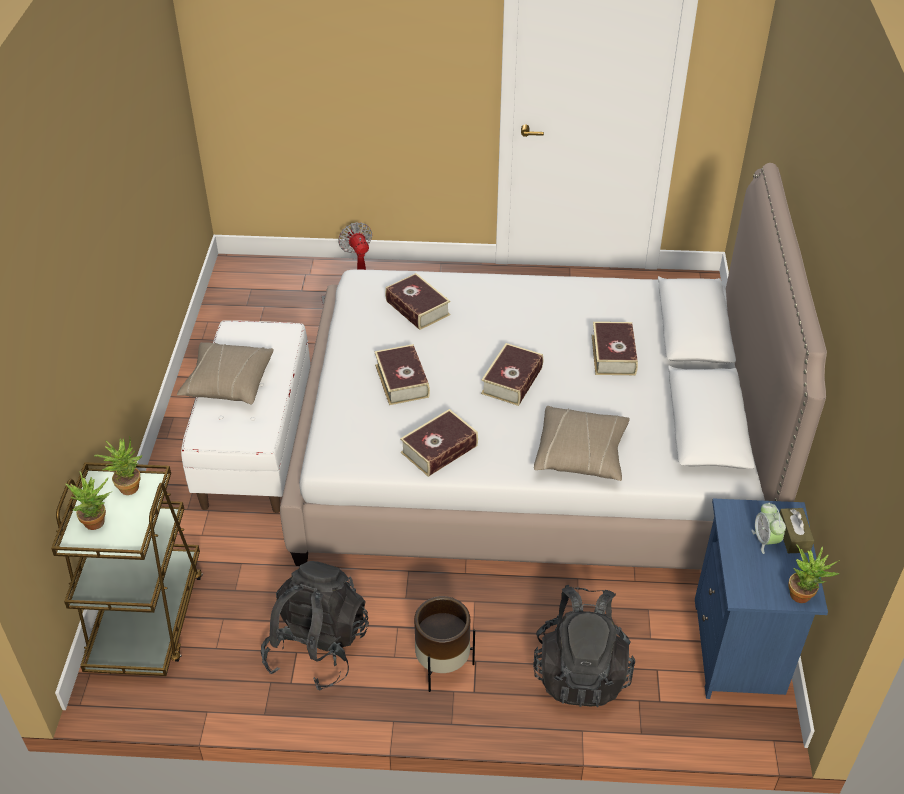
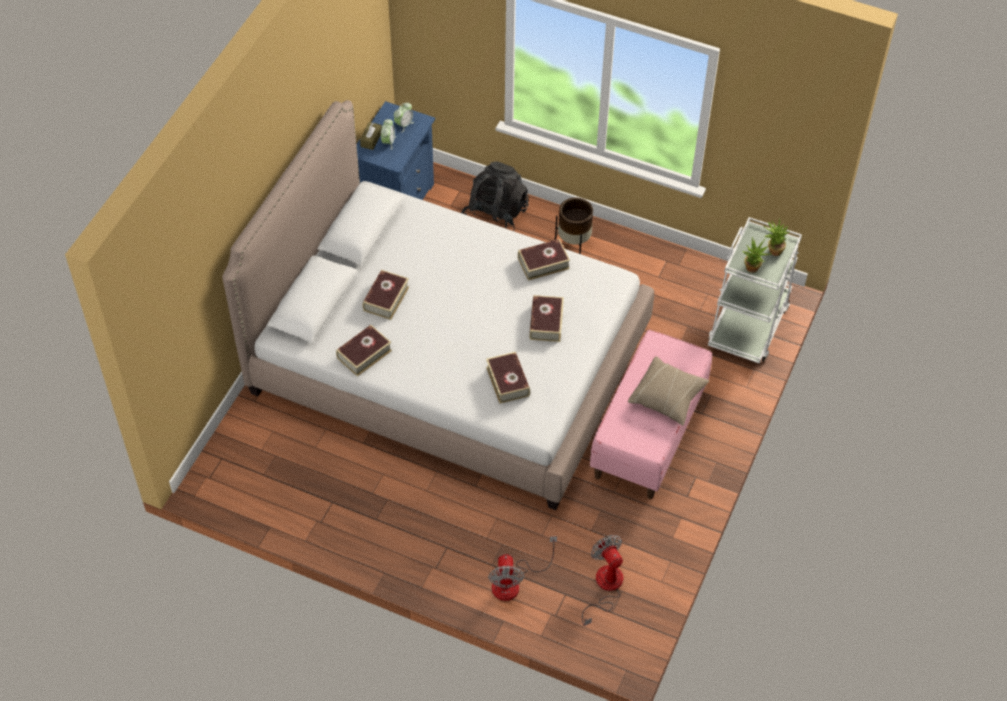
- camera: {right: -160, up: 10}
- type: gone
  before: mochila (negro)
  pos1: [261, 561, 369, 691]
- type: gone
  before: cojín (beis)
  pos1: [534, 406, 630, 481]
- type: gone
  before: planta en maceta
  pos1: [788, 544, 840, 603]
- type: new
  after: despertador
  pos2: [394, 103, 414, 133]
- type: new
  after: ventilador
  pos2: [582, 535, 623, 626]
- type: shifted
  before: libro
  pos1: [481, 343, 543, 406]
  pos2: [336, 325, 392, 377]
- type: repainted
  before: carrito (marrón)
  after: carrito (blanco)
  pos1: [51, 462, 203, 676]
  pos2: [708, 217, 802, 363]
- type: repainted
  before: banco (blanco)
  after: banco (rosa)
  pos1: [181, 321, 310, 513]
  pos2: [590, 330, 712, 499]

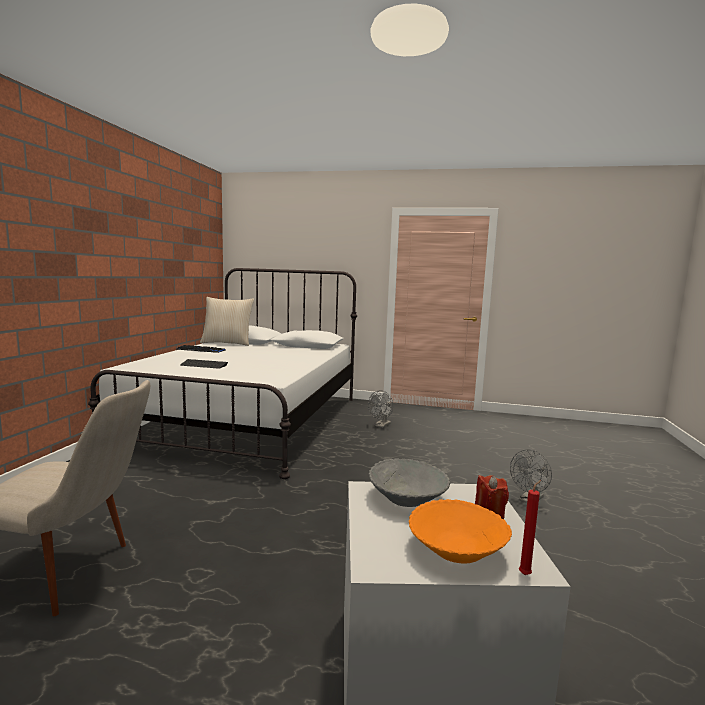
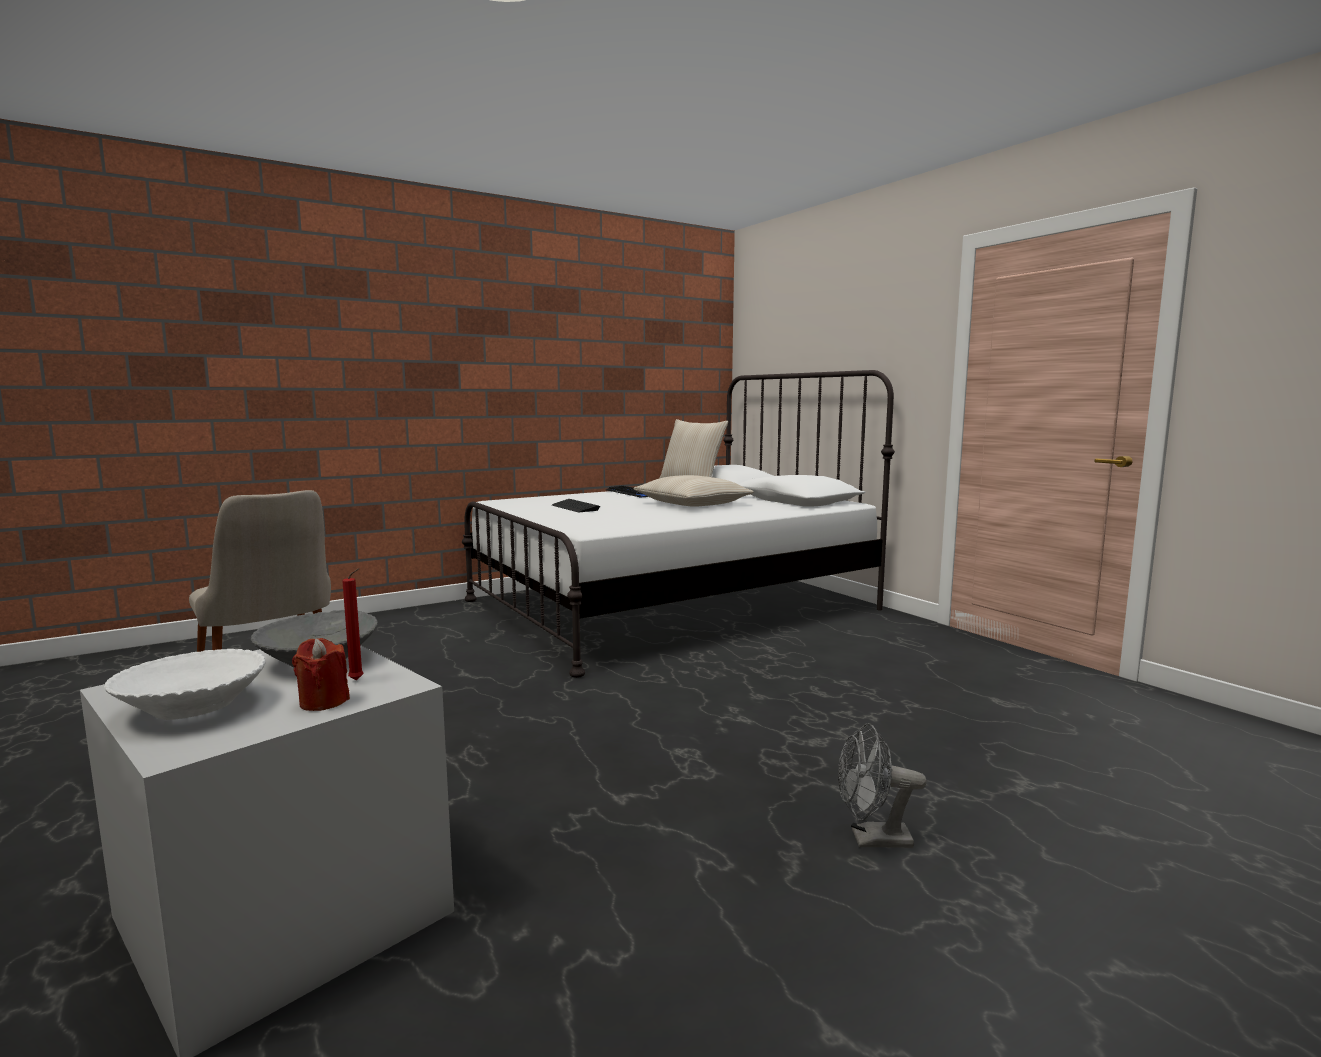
- camera: {right: 45, up: 0}
- type: gone
  before: ventilador (gris)
  pos1: [368, 390, 393, 428]
- type: new
  after: cojín (beis)
  pos2: [633, 475, 754, 507]
- type: shifted
  before: vela (rojo)
  pos1: [519, 480, 541, 575]
  pos2: [342, 568, 364, 680]
- type: repainted
  before: cuenco (naranja)
  after: cuenco (blanco)
  pos1: [409, 499, 512, 564]
  pos2: [104, 649, 266, 720]

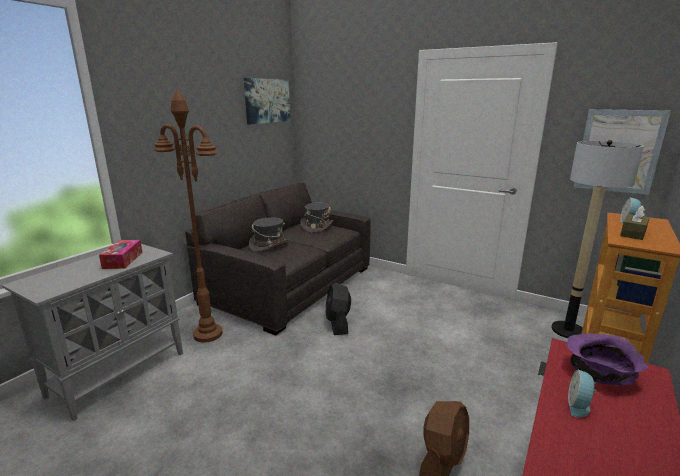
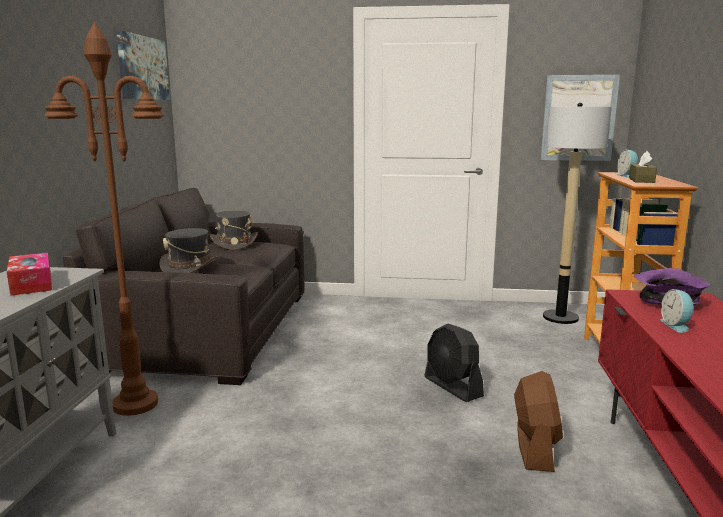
- camera: {right: -25, up: -5}
- type: shifted
  before: ventilador (negro)
  pos1: [326, 283, 351, 335]
  pos2: [424, 324, 484, 402]

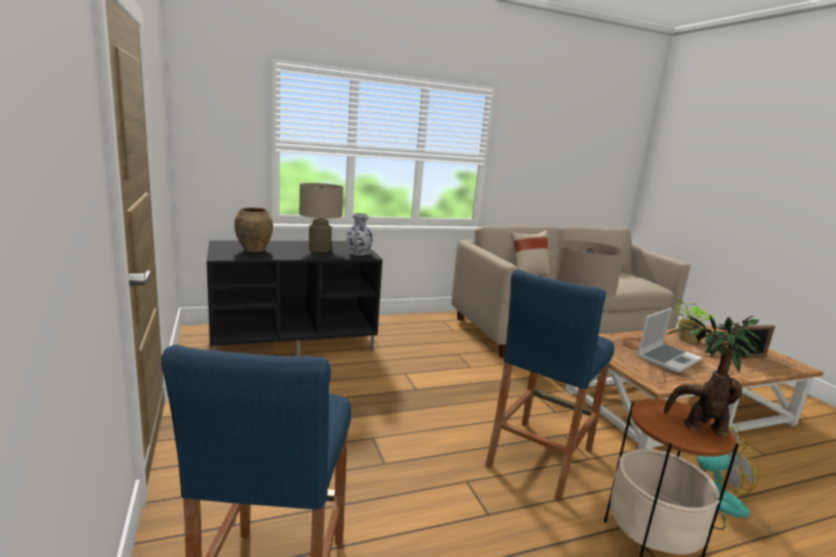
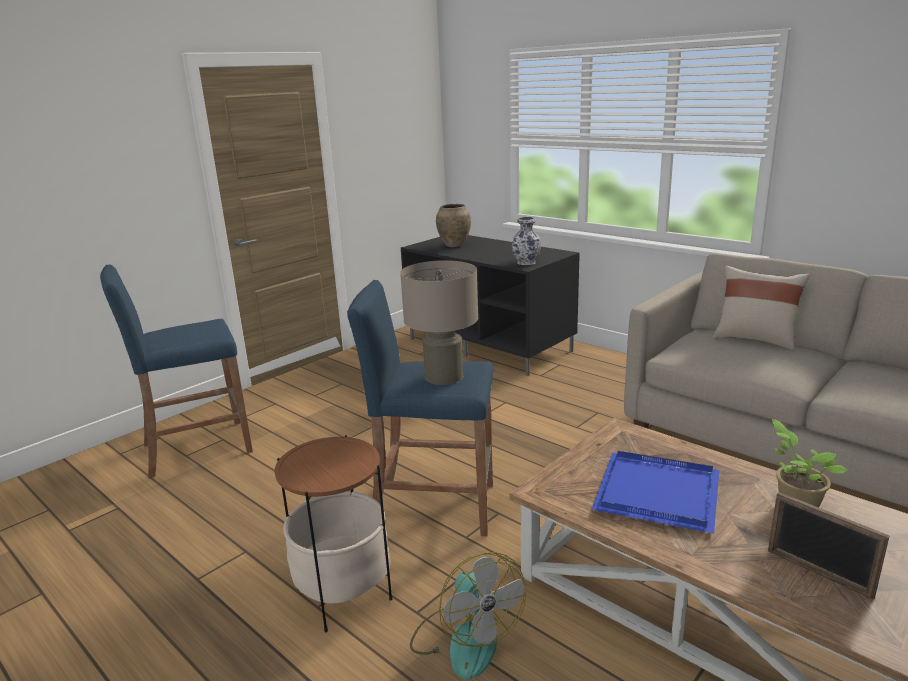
- camera: {right: 65, up: 5}
- type: gone
  before: lámpara de mesa (beis)
  pos1: [299, 183, 344, 252]
- type: gone
  before: planta en maceta
  pos1: [664, 315, 761, 437]
- type: swapped
  before: portátil
  after: bandeja (azul)
  pos1: [637, 308, 702, 373]
  pos2: [592, 451, 720, 534]

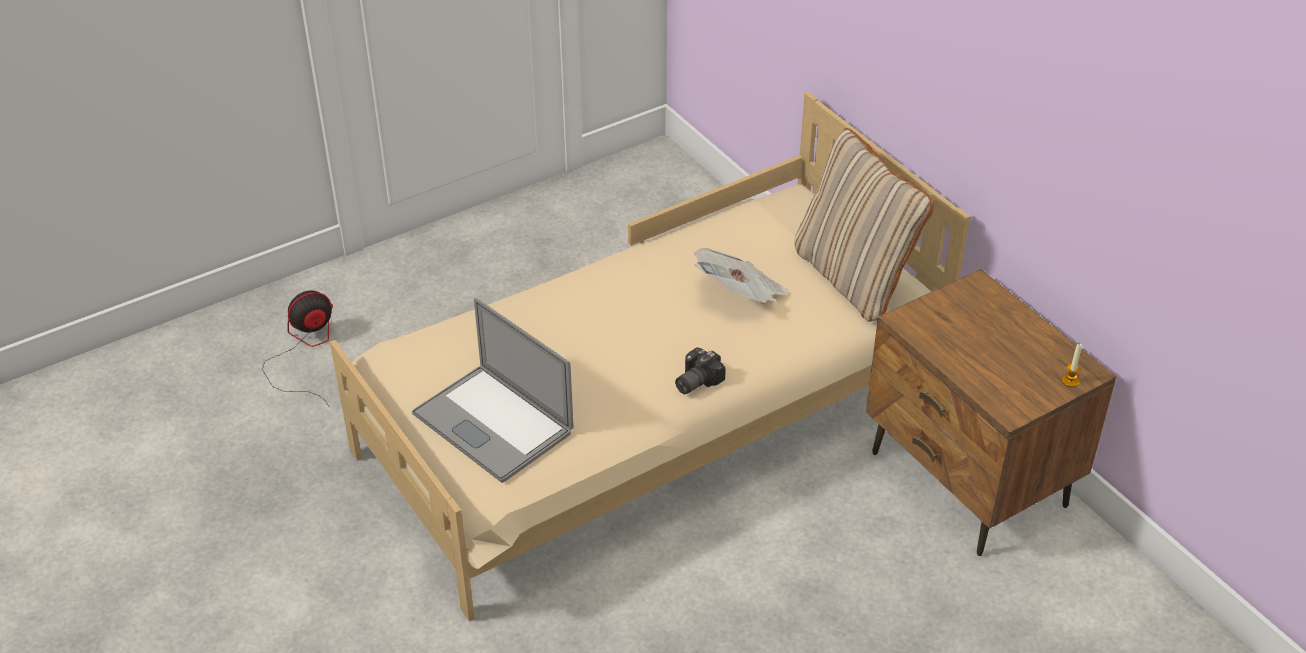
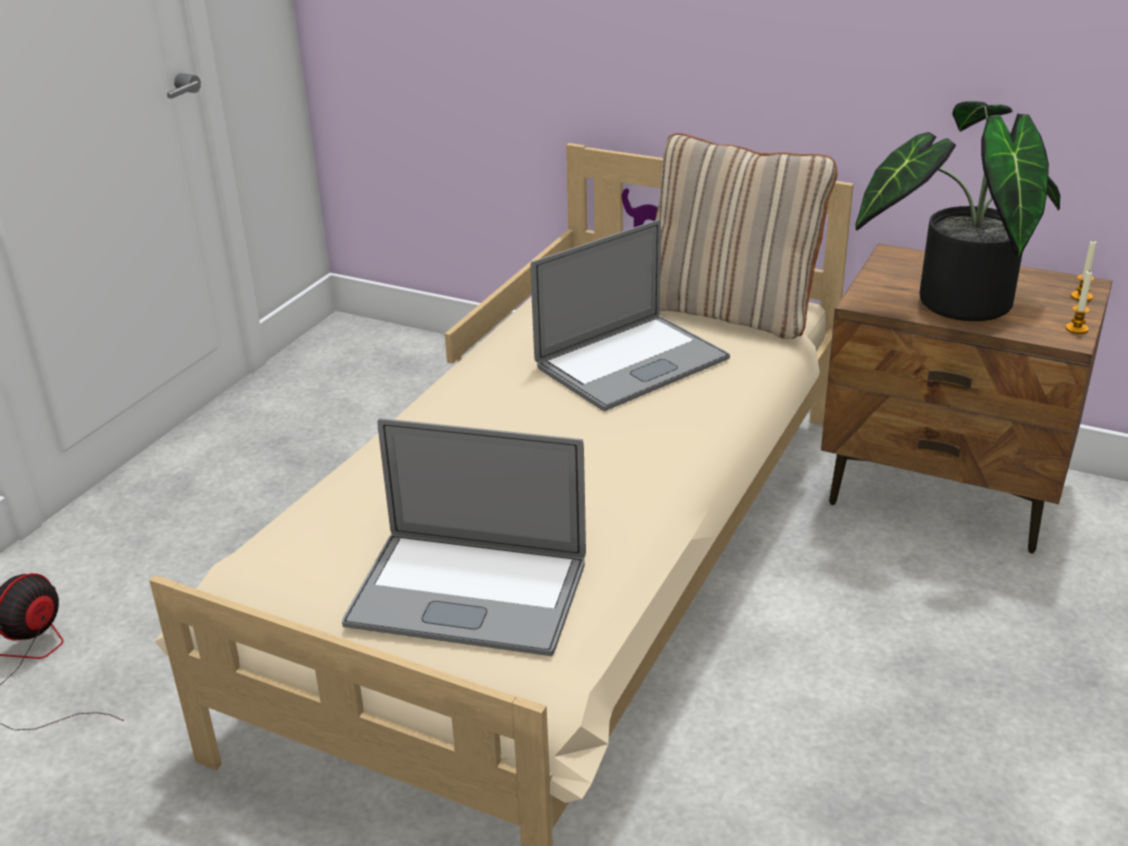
- camera: {right: -30, up: -10}
- type: gone
  before: cámara
  pos1: [675, 348, 726, 394]
- type: new
  after: planta en maceta
  pos2: [855, 101, 1060, 321]
- type: new
  after: vela
  pos2: [1065, 270, 1092, 334]
- type: swapped
  before: periódico
  after: portátil
  pos1: [694, 248, 789, 304]
  pos2: [530, 219, 730, 411]

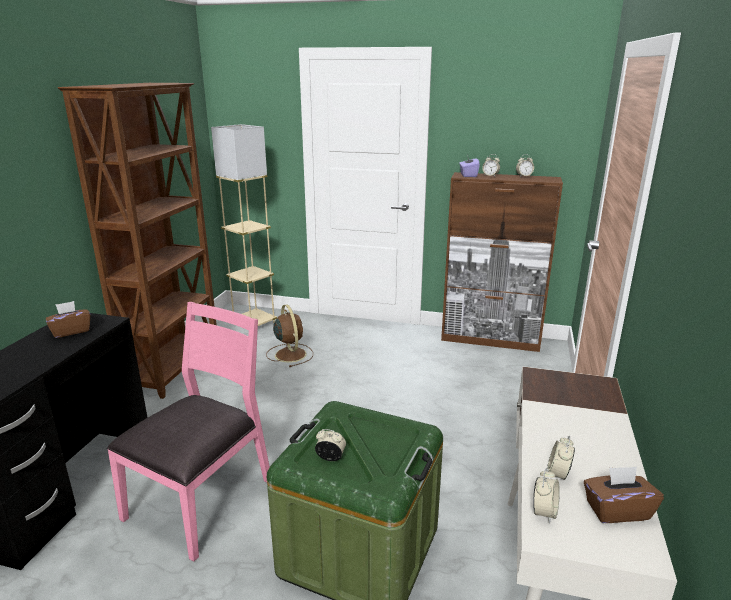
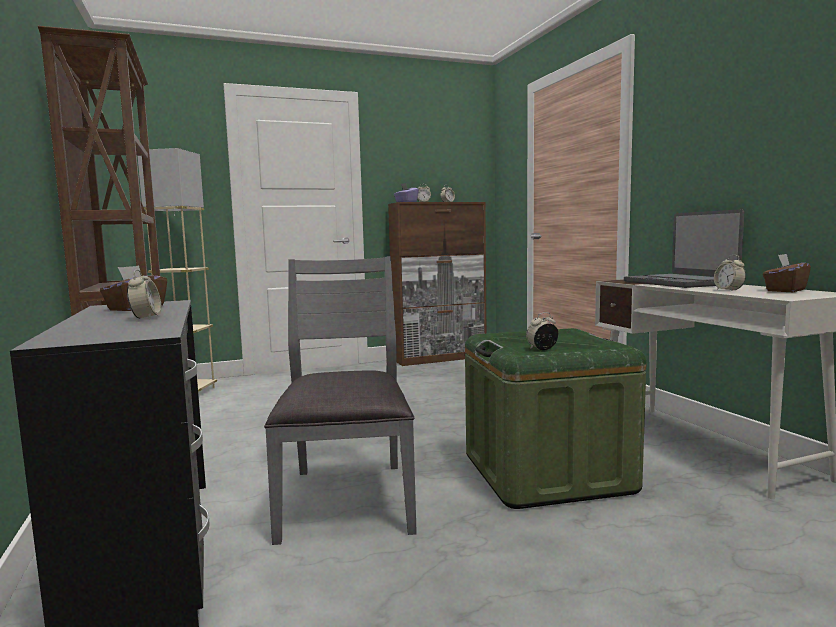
- camera: {right: -35, up: -15}
- type: gone
  before: ventilador (marrón)
  pos1: [266, 304, 313, 367]
- type: new
  after: portátil
  pos2: [624, 209, 744, 288]
- type: shifted
  before: despertador
  pos1: [533, 468, 560, 524]
  pos2: [127, 269, 161, 319]
- type: repainted
  before: silla (rosa)
  after: silla (gris)
  pos1: [107, 302, 270, 561]
  pos2: [264, 257, 417, 545]

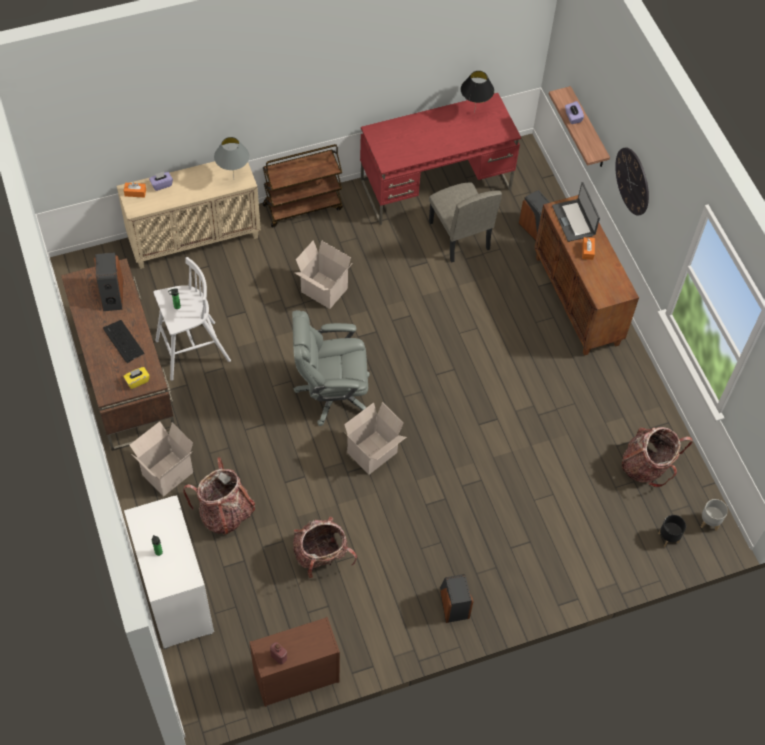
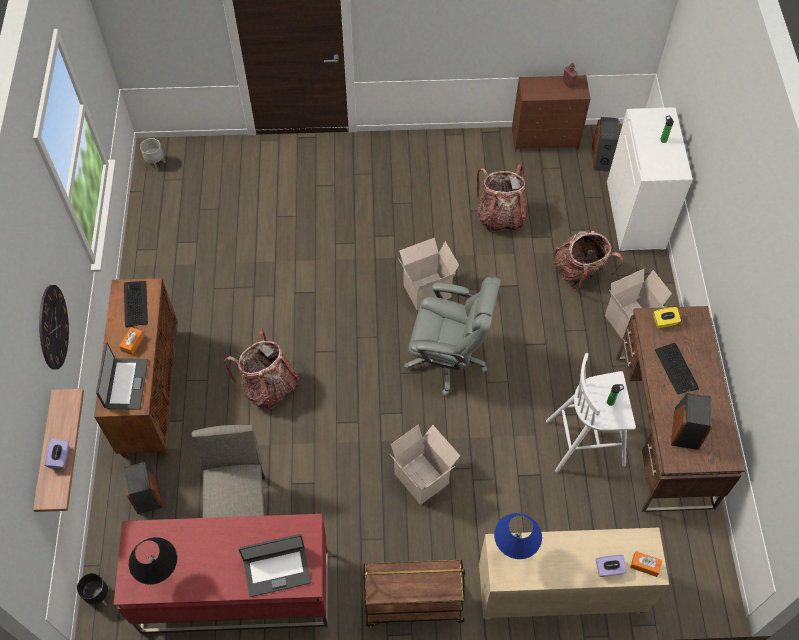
- camera: {right: -160, up: 0}
- type: new
  after: teclado
  pos2: [124, 281, 148, 328]
- type: new
  after: portátil
  pos2: [239, 534, 311, 597]
- type: shifted
  before: altavoz
  pos1: [440, 574, 473, 623]
  pos2: [592, 117, 620, 172]
- type: shifted
  before: mochila
  pos1: [622, 427, 693, 487]
  pos2: [224, 329, 299, 409]
- type: shifted
  before: maceta (negro)
  pos1: [658, 515, 686, 547]
  pos2: [77, 573, 110, 606]
- type: repainted
  before: lámpara de mesa (gris)
  after: lámpara de mesa (azul)
  pos1: [214, 137, 249, 177]
  pos2: [494, 513, 542, 559]

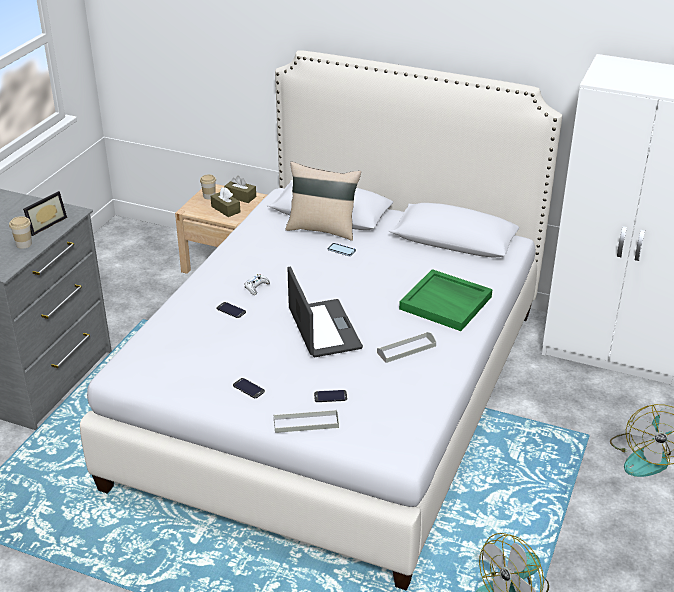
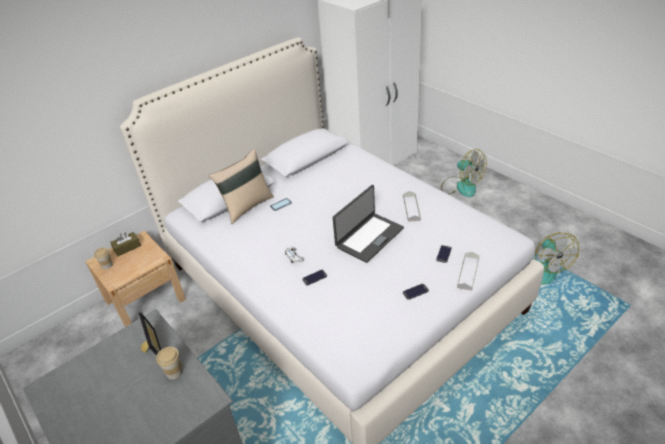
- camera: {right: -60, up: 5}
- type: gone
  before: caja de pañuelos (marrón)
  pos1: [211, 187, 240, 217]
- type: gone
  before: bandeja (verde)
  pos1: [399, 269, 492, 331]
- type: rotated
  before: portátil
  pos1: [287, 266, 363, 357]
  pos2: [333, 185, 404, 263]
  turn: 120

